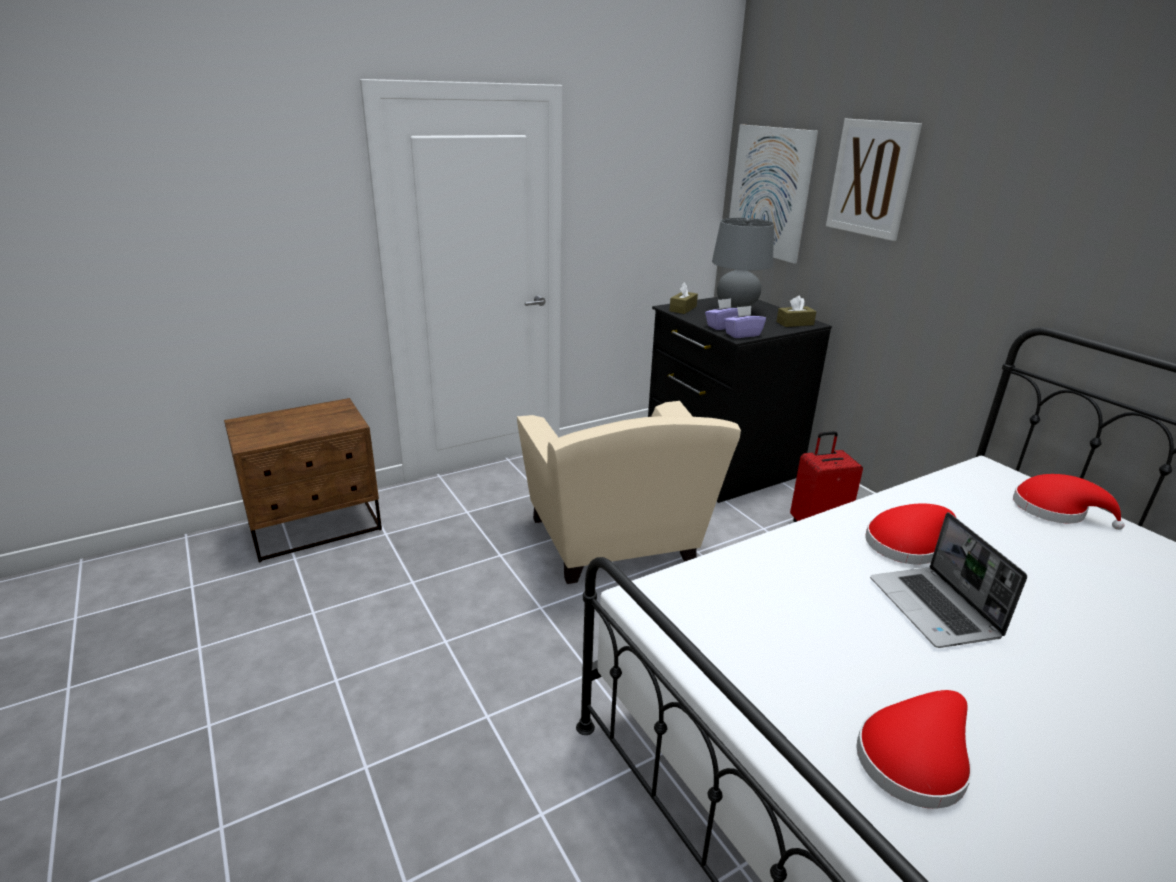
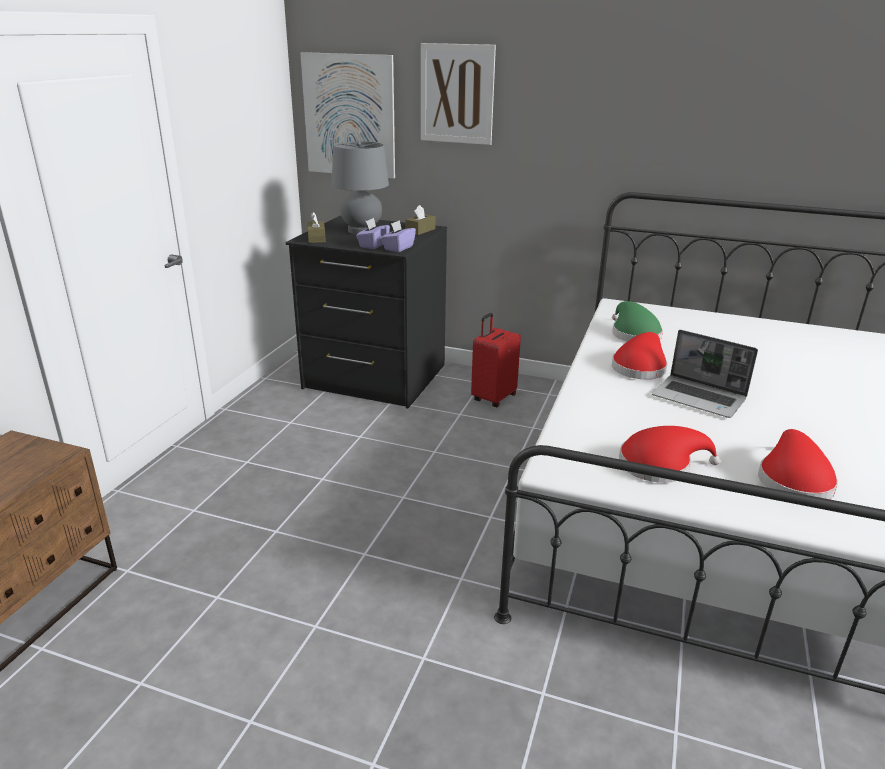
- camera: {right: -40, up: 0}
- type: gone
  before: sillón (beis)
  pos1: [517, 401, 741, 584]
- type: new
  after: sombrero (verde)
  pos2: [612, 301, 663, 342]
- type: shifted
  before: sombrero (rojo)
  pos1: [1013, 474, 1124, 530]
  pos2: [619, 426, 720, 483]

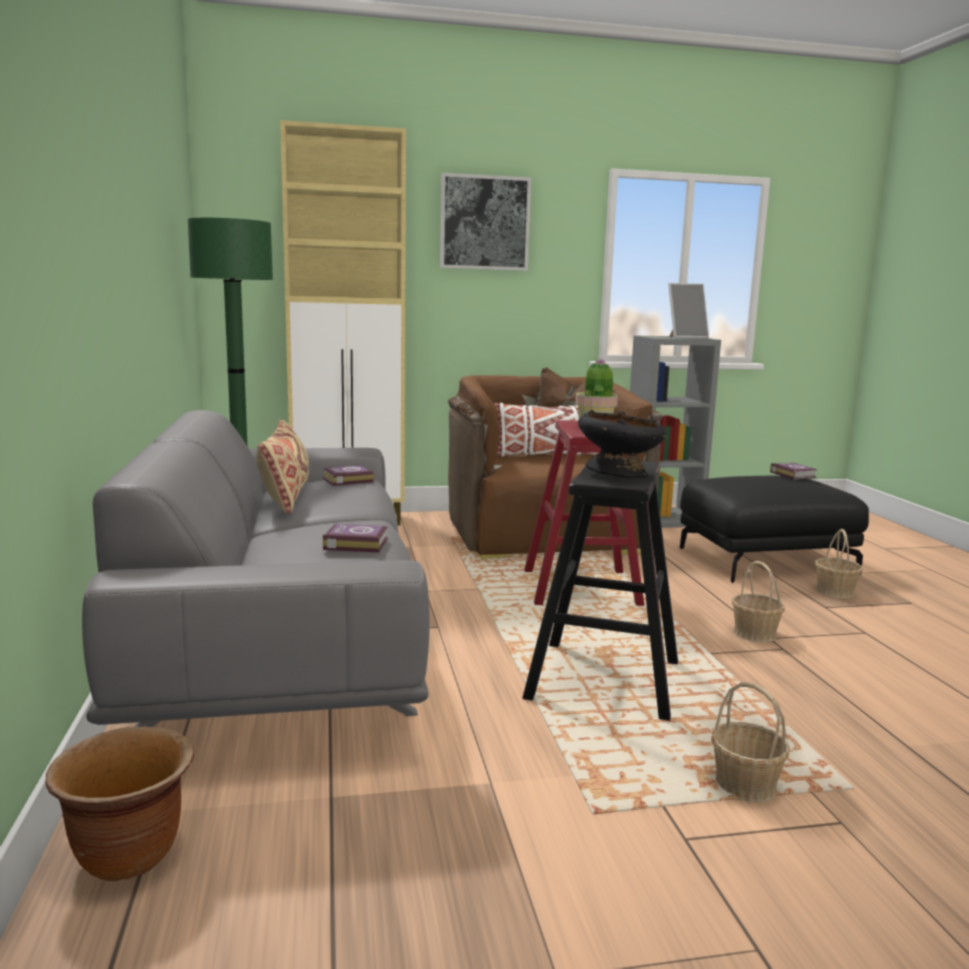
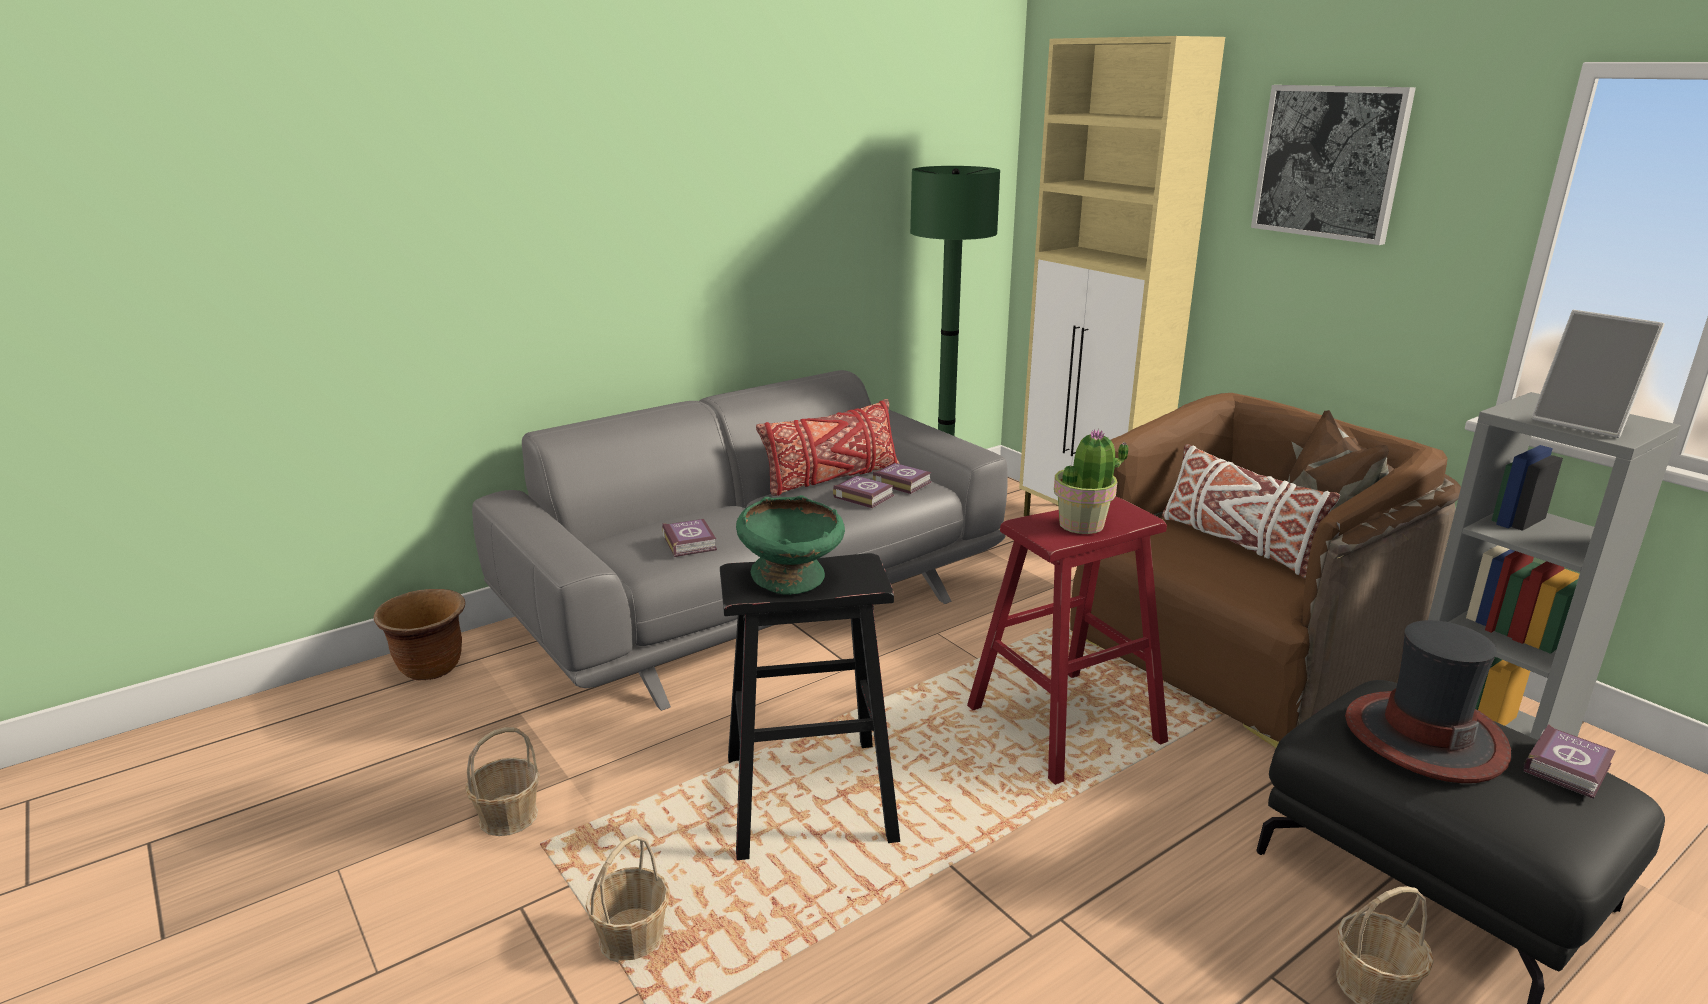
- camera: {right: 65, up: 10}
- type: new
  after: libro
  pos2: [833, 476, 894, 508]
- type: new
  after: sombrero
  pos2: [1345, 620, 1511, 783]
- type: shifted
  before: cesta
  pos1: [732, 561, 785, 642]
  pos2: [465, 727, 540, 836]
- type: repainted
  before: cojín (beis)
  after: cojín (rojo)
  pos1: [256, 419, 309, 514]
  pos2: [756, 399, 900, 496]
- type: repainted
  before: cuenco (negro)
  after: cuenco (verde)
  pos1: [578, 410, 666, 478]
  pos2: [736, 495, 845, 595]

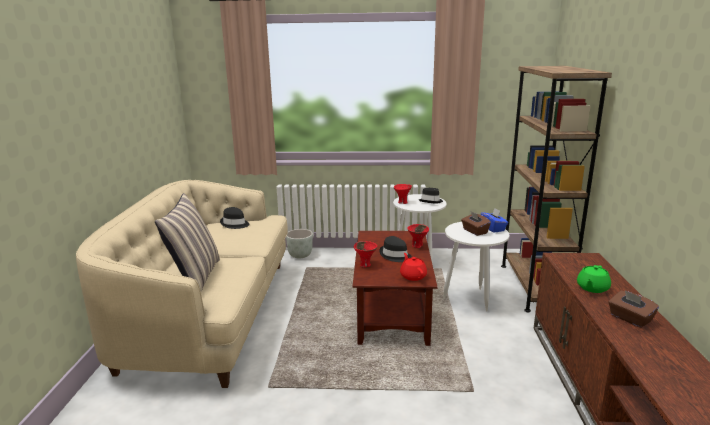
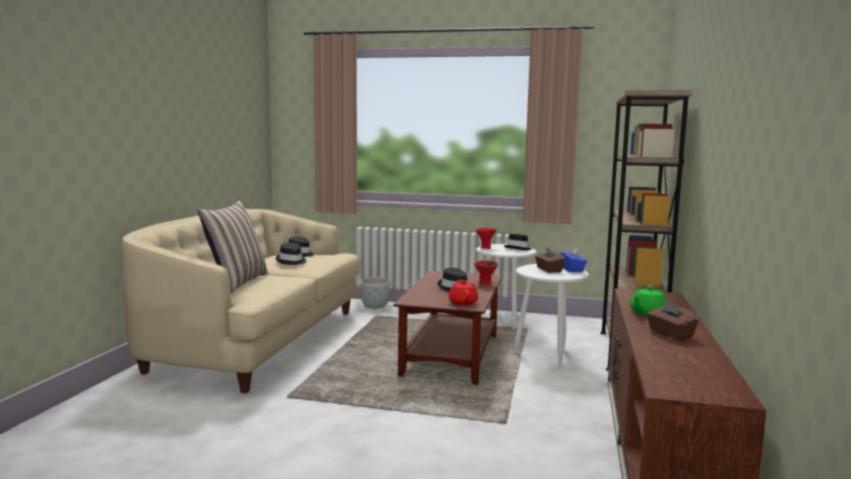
- camera: {right: 10, up: -10}
- type: gone
  before: cuenco (rojo)
  pos1: [354, 241, 377, 268]
- type: new
  after: sombrero (negro)
  pos2: [276, 243, 307, 265]

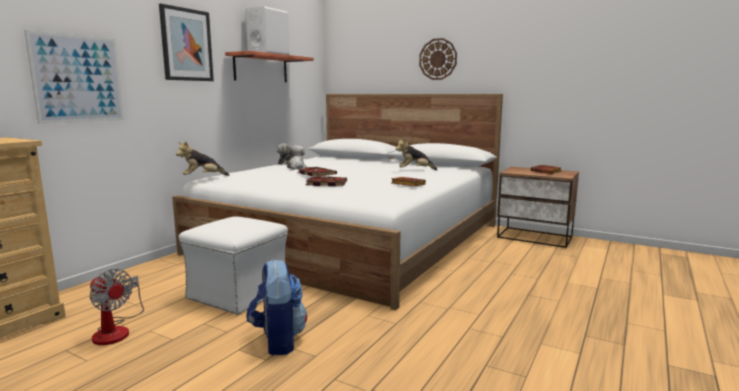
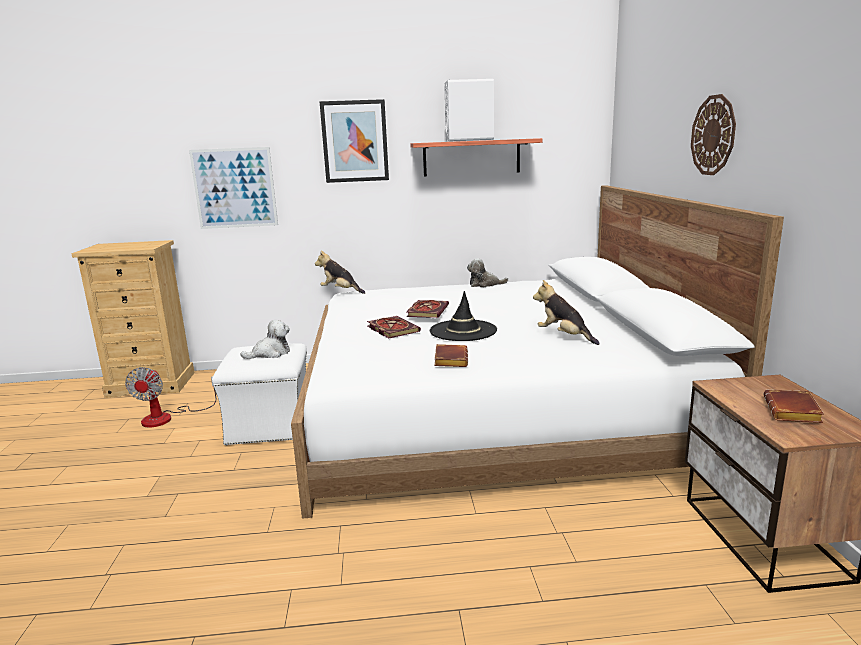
- camera: {right: 55, up: 5}
- type: gone
  before: mochila
  pos1: [246, 259, 307, 355]
- type: new
  after: sombrero (negro)
  pos2: [430, 291, 497, 341]
- type: shifted
  before: peluche
  pos1: [285, 145, 307, 170]
  pos2: [241, 320, 290, 359]

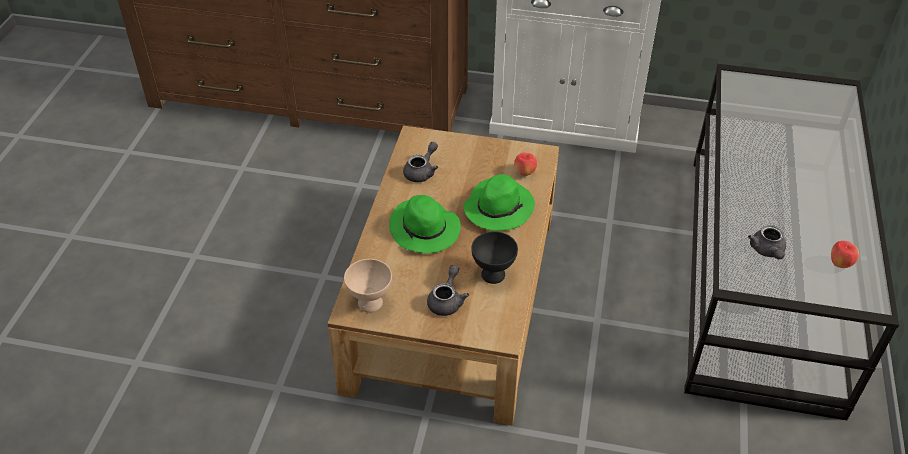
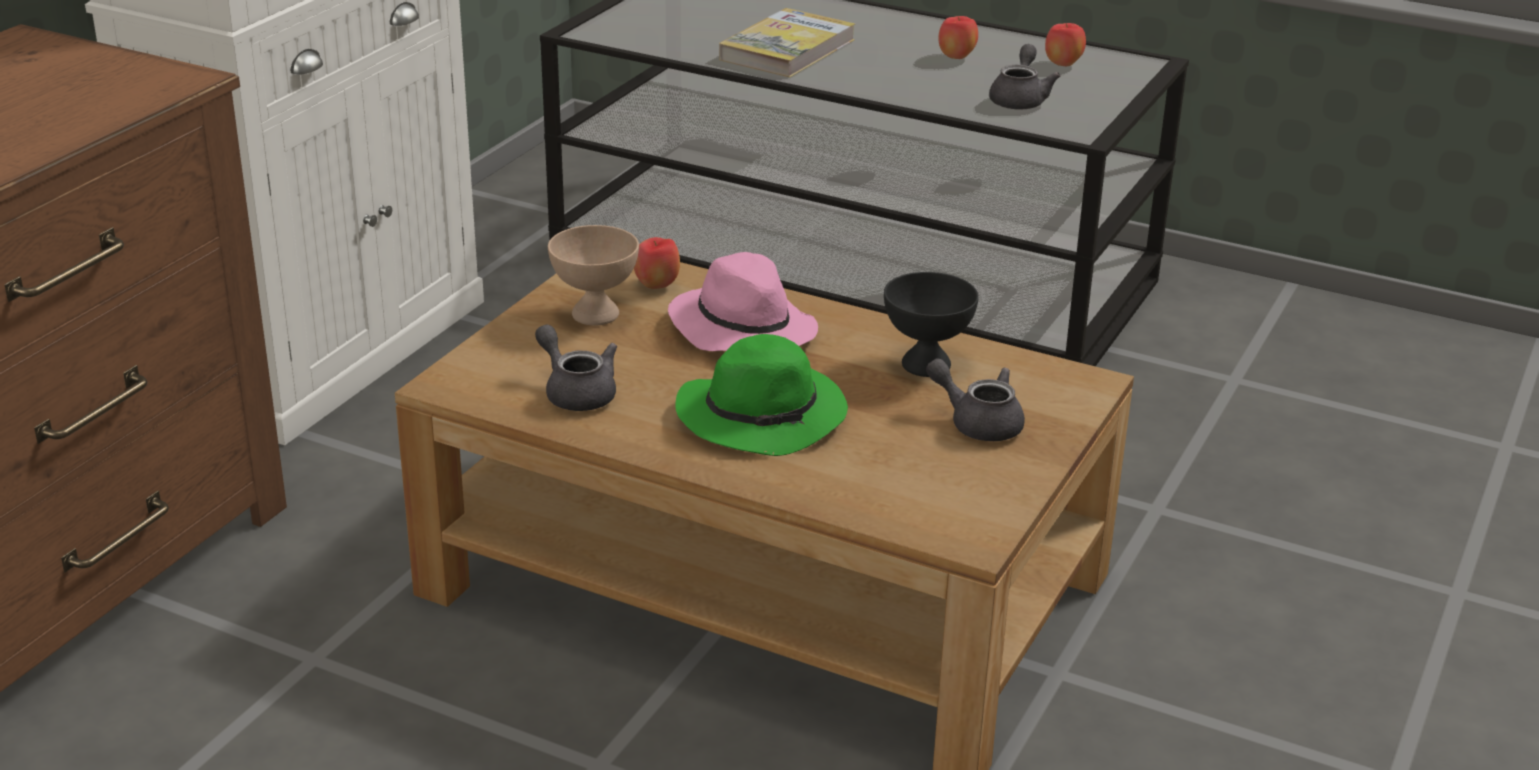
- camera: {right: -75, up: -15}
- type: new
  after: libro
  pos2: [719, 8, 855, 78]
- type: new
  after: manzana
  pos2: [938, 16, 978, 59]
- type: shifted
  before: cuenco (beis)
  pos1: [344, 259, 392, 313]
  pos2: [548, 225, 639, 326]
- type: repainted
  before: sombrero (verde)
  after: sombrero (rosa)
  pos1: [463, 174, 535, 231]
  pos2: [668, 252, 818, 351]
- type: rotated
  before: tetera (gris)
  pos1: [748, 225, 786, 259]
  pos2: [989, 44, 1061, 109]
  turn: -90

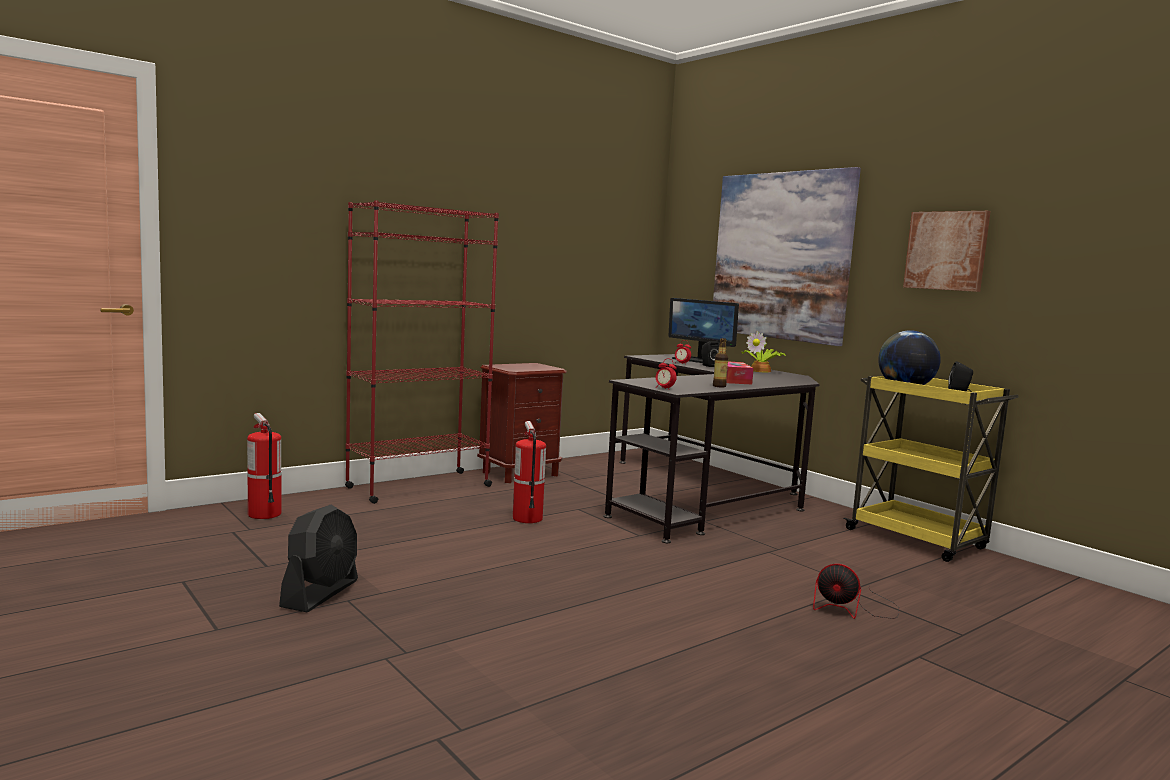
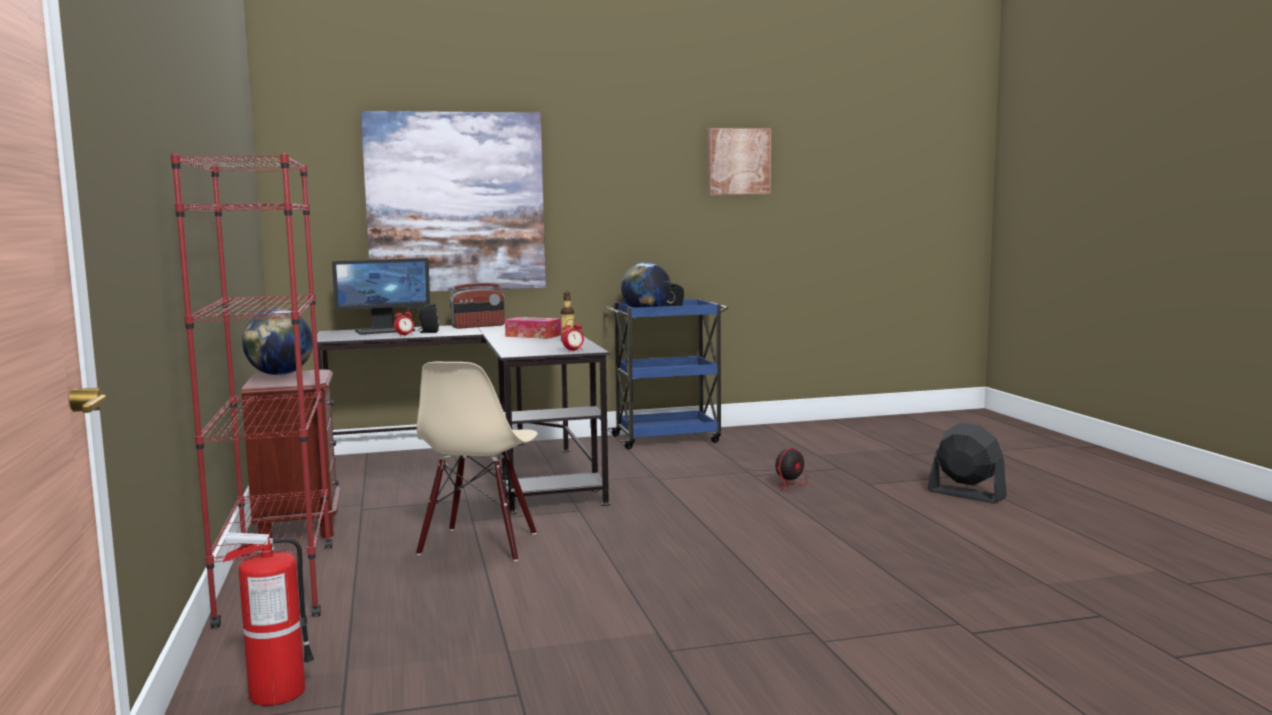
- camera: {right: -65, up: 0}
- type: new
  after: globo terráqueo
  pos2: [242, 308, 313, 375]
- type: shifted
  before: ventilador (negro)
  pos1: [279, 505, 358, 612]
  pos2: [927, 423, 1007, 504]
- type: shifted
  before: cuadro
  pos1: [903, 211, 991, 292]
  pos2: [708, 128, 771, 195]
- type: swapped
  before: extintor
  after: silla (beis)
  pos1: [513, 421, 546, 523]
  pos2: [416, 362, 538, 561]
- type: swapped
  before: planta en maceta
  after: radio
  pos1: [742, 331, 786, 373]
  pos2: [449, 283, 505, 329]
- type: repainted
  before: carrito (amarillo)
  after: carrito (azul)
  pos1: [843, 376, 1019, 562]
  pos2: [606, 299, 728, 449]

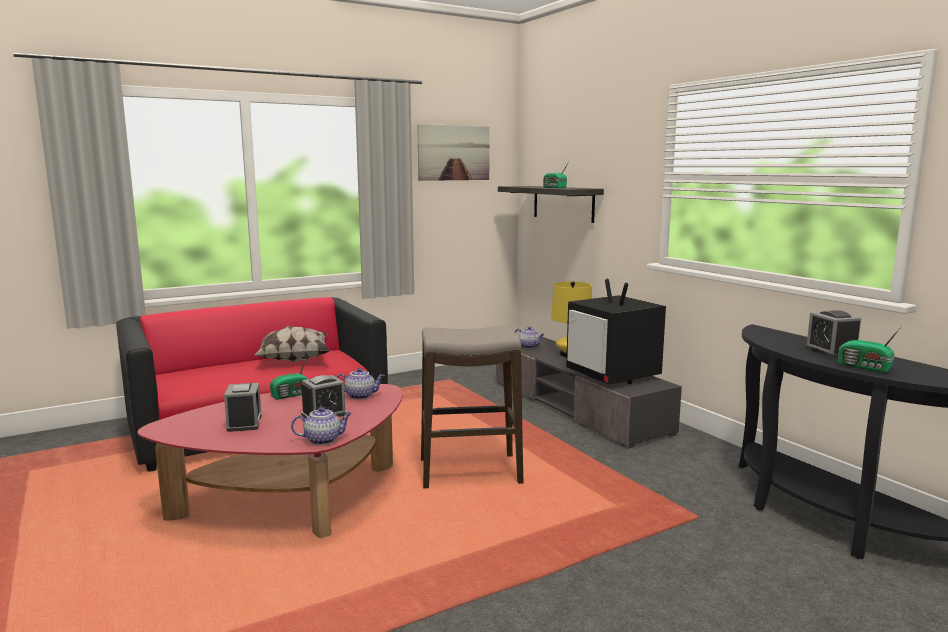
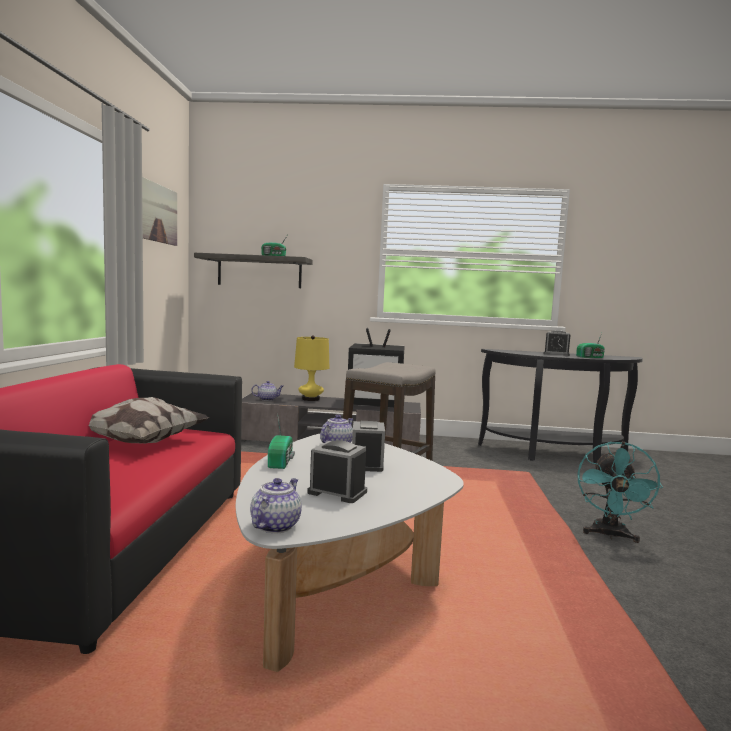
- camera: {right: -55, up: -5}
- type: new
  after: ventilador (turquesa)
  pos2: [578, 442, 663, 543]
- type: shifted
  before: tetera
  pos1: [291, 407, 352, 445]
  pos2: [250, 478, 302, 533]
- type: repainted
  before: mesa de centro (rojo)
  after: mesa de centro (blanco)
  pos1: [138, 384, 402, 538]
  pos2: [236, 434, 464, 672]

